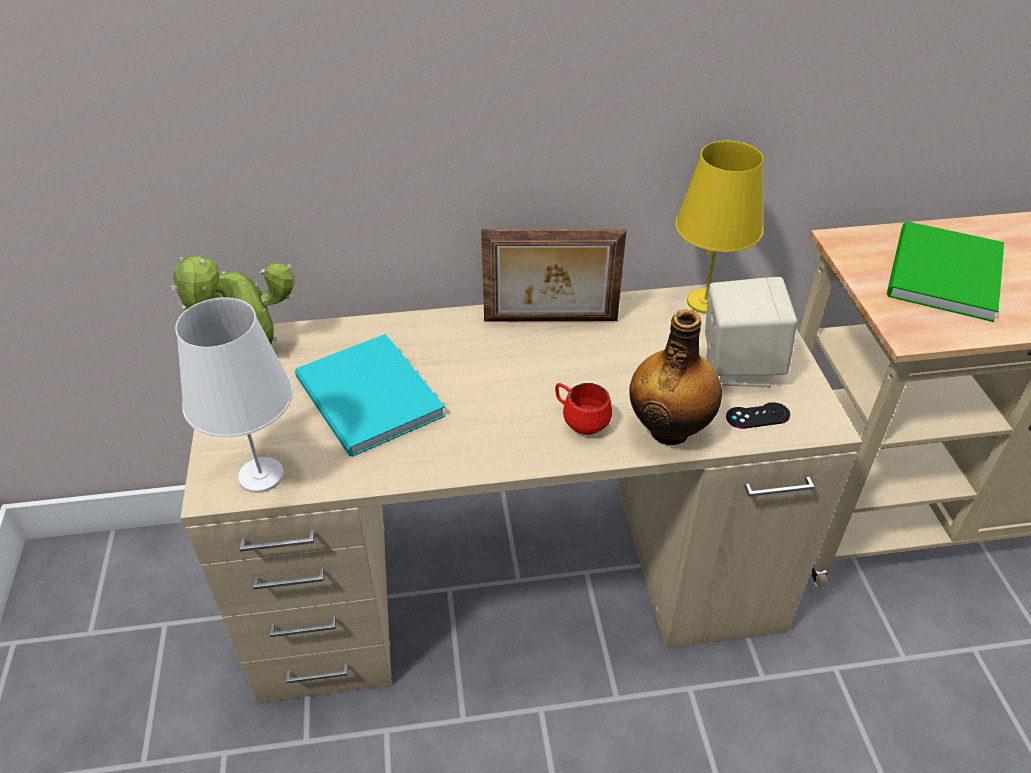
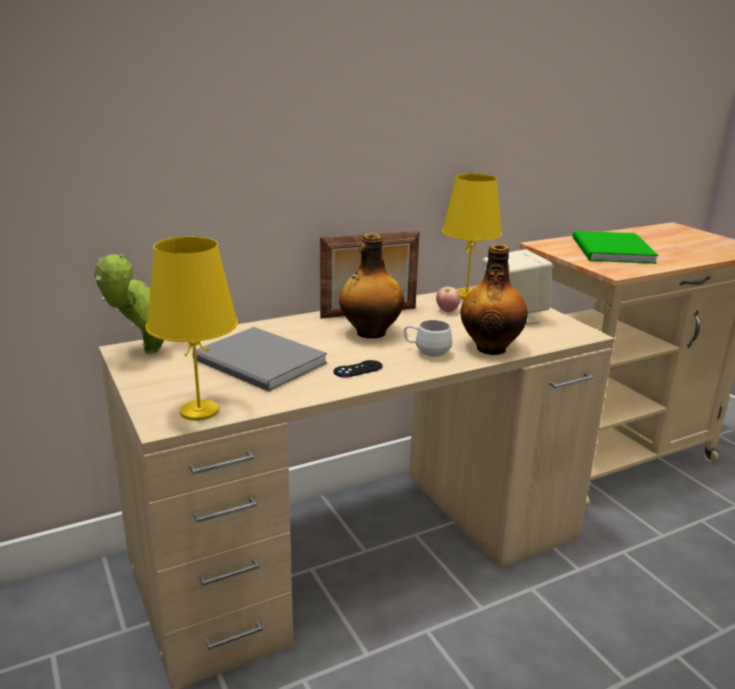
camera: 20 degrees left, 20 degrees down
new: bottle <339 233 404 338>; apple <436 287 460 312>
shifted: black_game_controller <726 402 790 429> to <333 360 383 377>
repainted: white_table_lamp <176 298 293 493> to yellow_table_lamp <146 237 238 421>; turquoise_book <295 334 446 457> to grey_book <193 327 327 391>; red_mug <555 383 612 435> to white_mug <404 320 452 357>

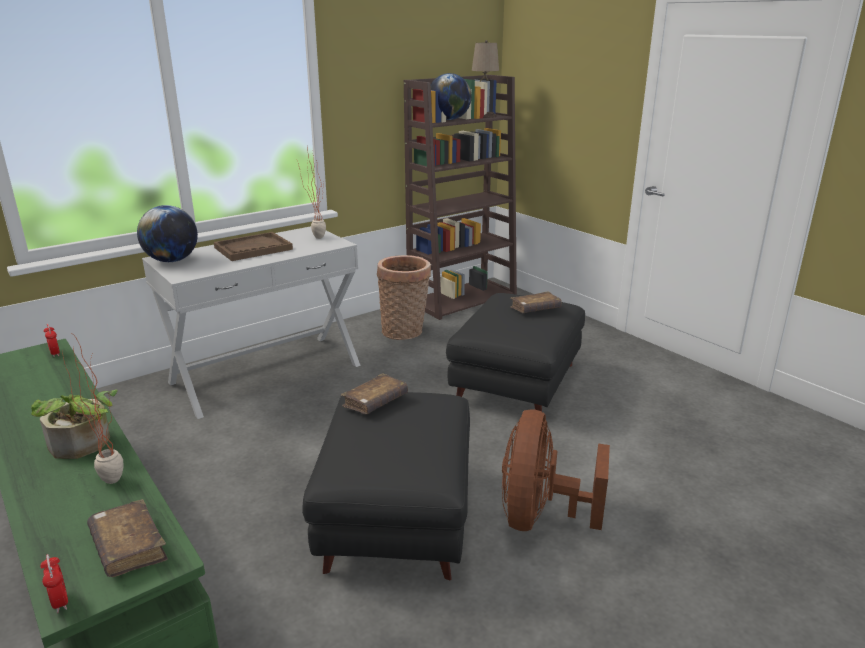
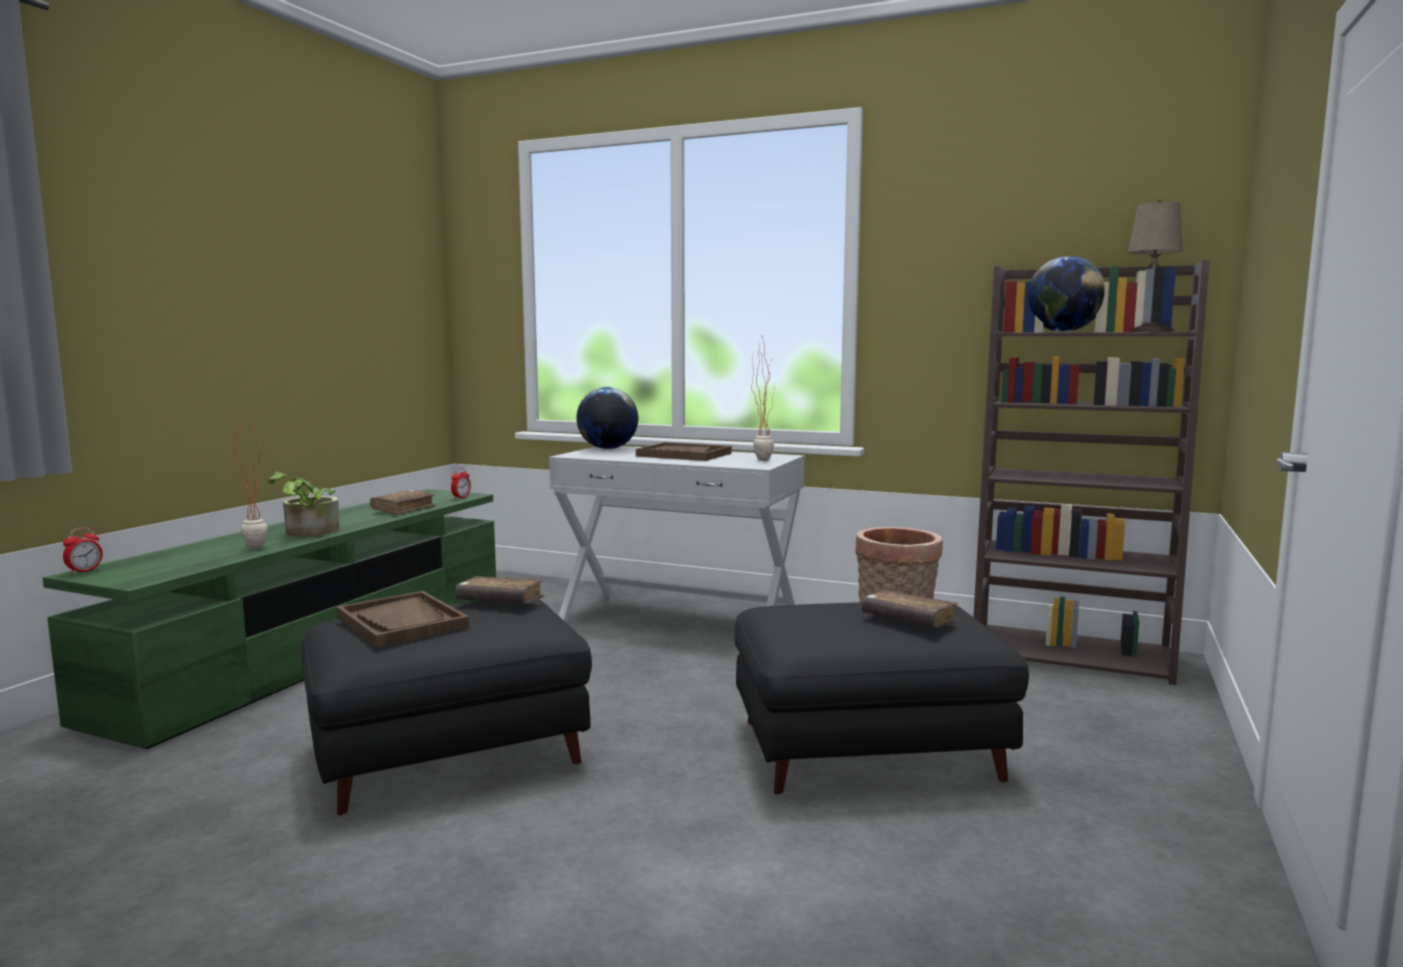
camera: 60 degrees right, 15 degrees down
gone: brown_fan <502 410 610 531>
new: brown_tray <336 591 469 647>
shifted: brown_book <87 499 168 577> to <370 490 435 515>

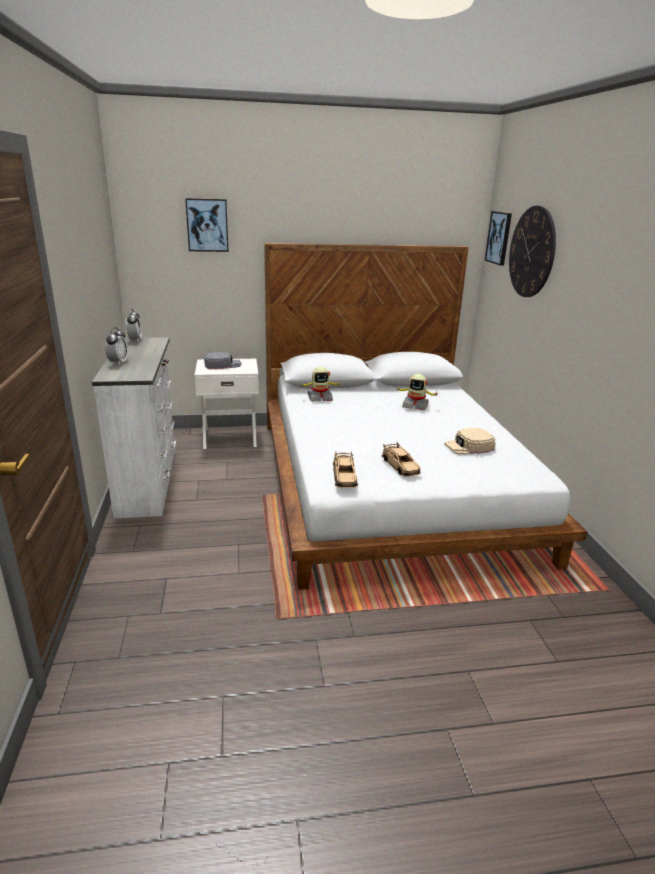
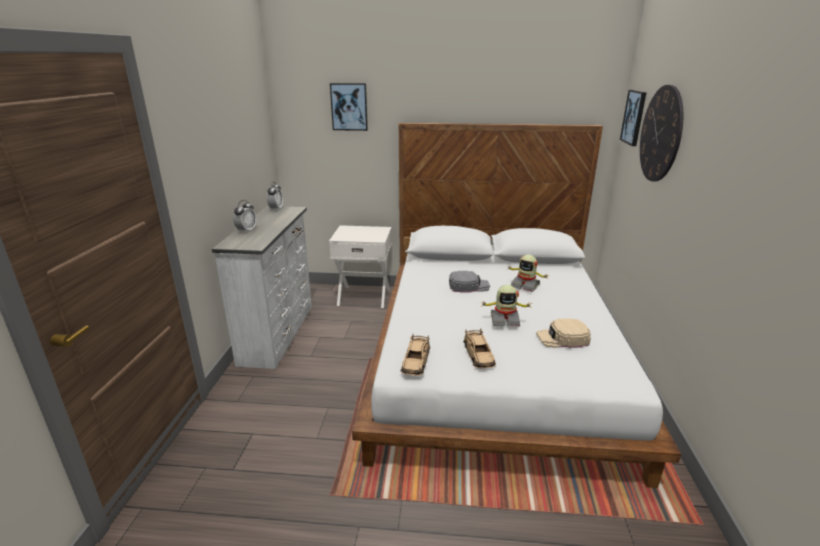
camera: 15 degrees right, 0 degrees up
shifted: grey_cap <204 352 242 369> to <449 271 490 293>; toy_robot <301 367 340 402> to <480 285 532 327>

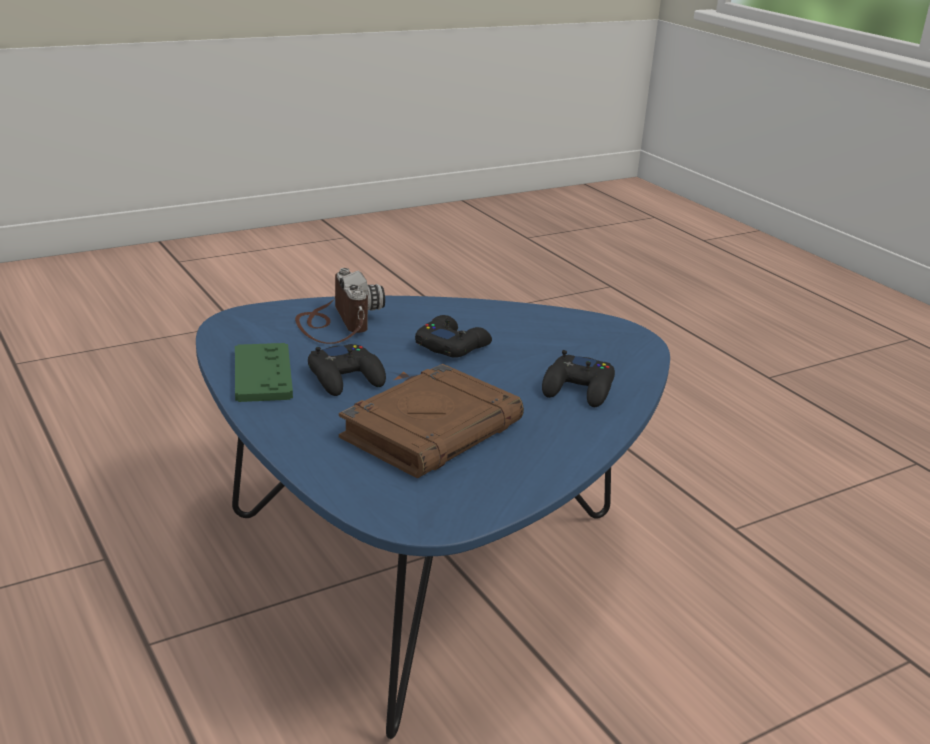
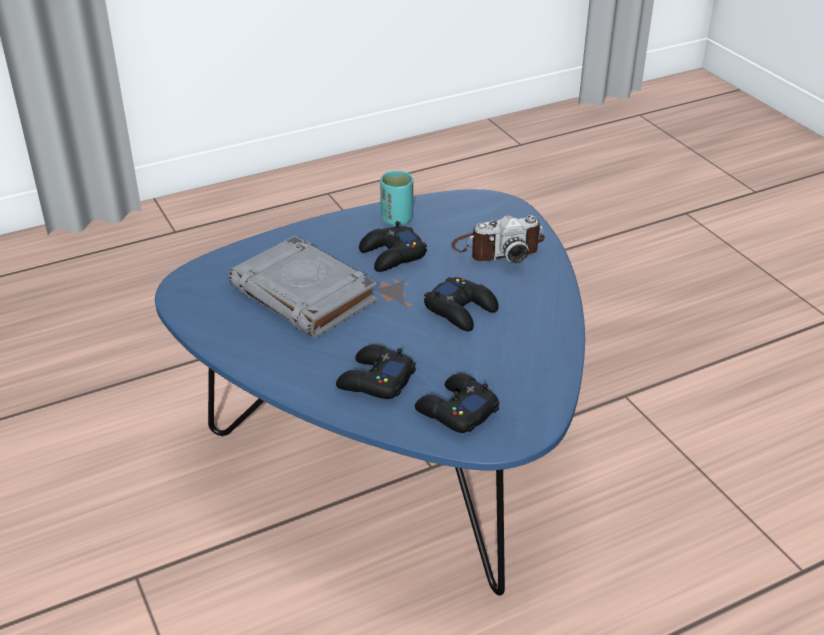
camera: 95 degrees right, 10 degrees up
new: black_game_controller <415 373 499 433>
swapped: green_game_controller <235 343 293 402> to turquoise_cup <380 171 413 226>
repainted: brown_book <339 364 524 478> to grey_book <229 236 377 338>

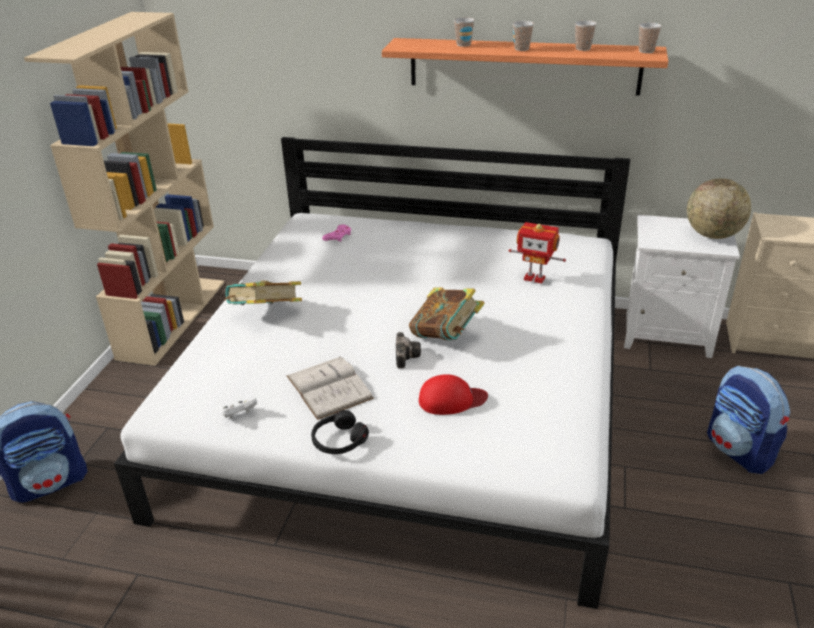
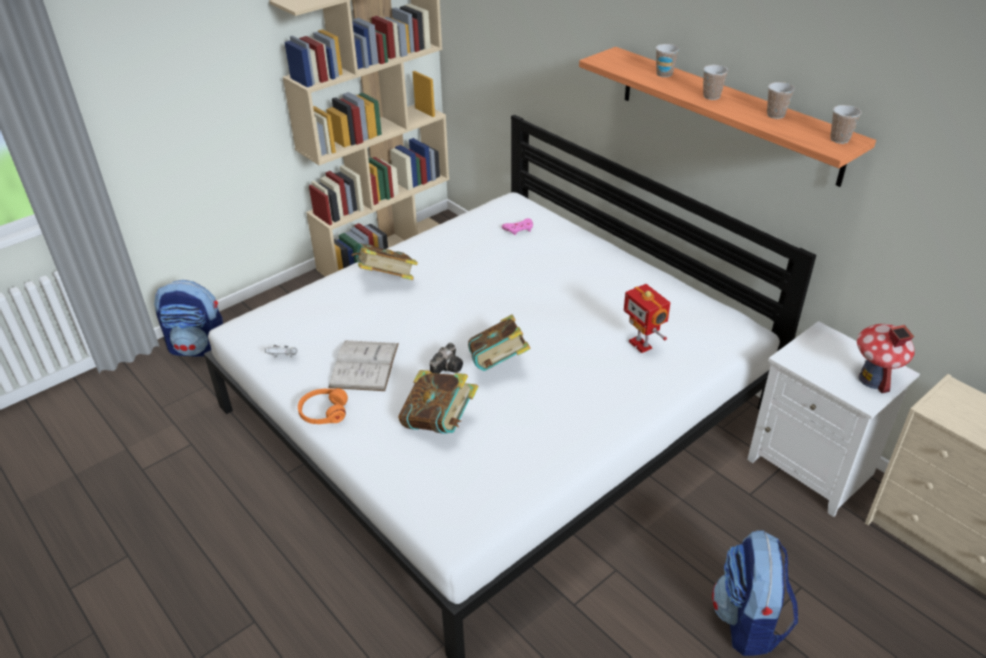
camera: 35 degrees right, 5 degrees up
swapped: red_cap <419 374 488 415> to book <398 370 479 434>; globe <687 178 751 239> to toy_house <857 324 915 393>
repainted: black_headphones <311 410 369 454> to orange_headphones <298 388 348 424>

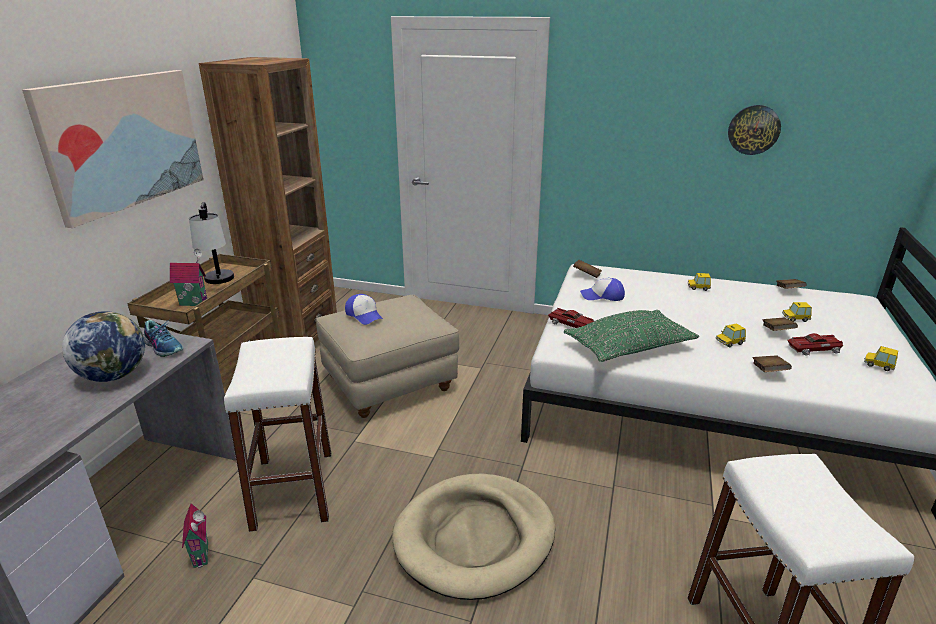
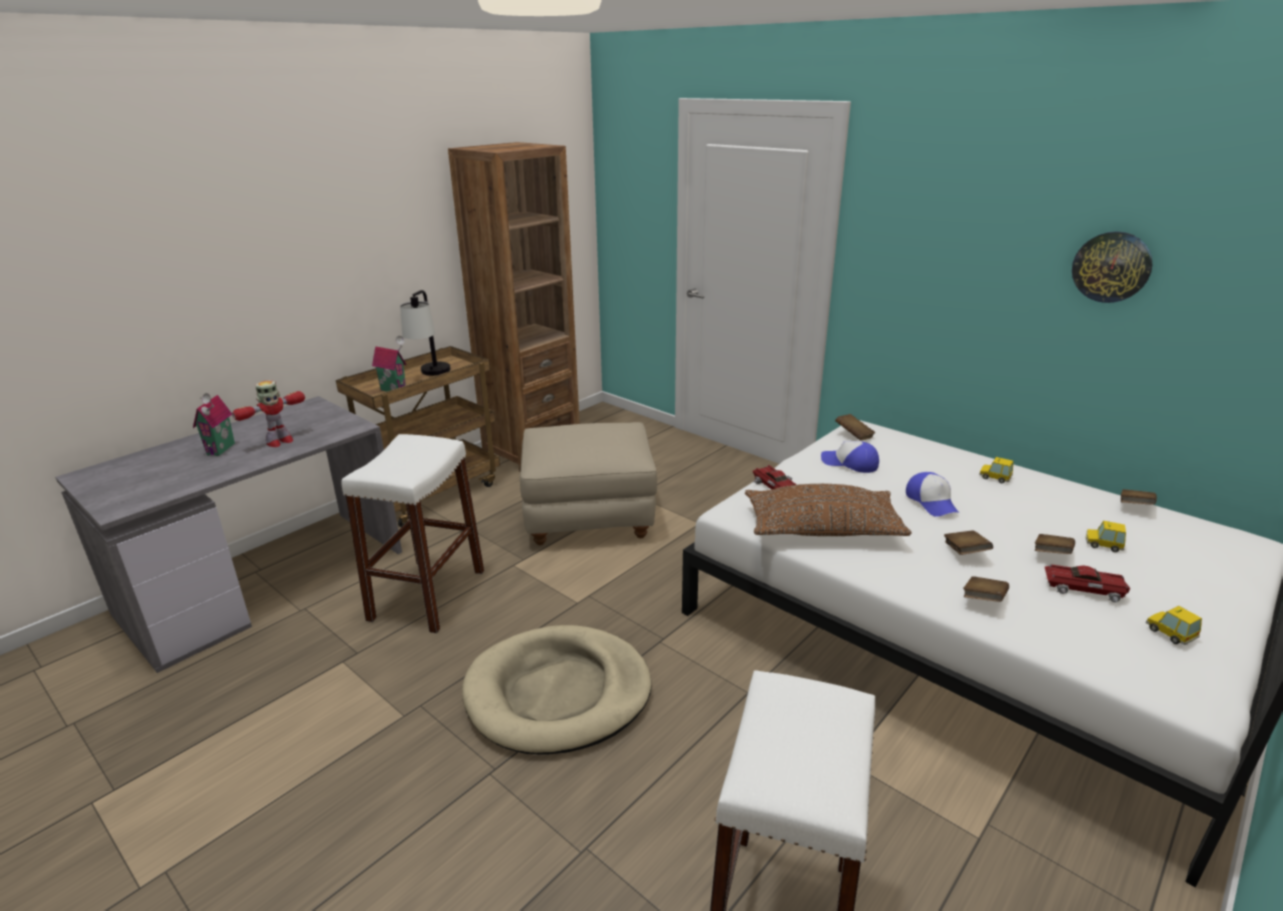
camera: 25 degrees right, 0 degrees up
gone: picture <22 70 204 228>; shoe <144 319 183 357>
shifted: toy_house <182 503 208 568> to <193 393 235 457>; cap <345 294 383 325> to <906 472 959 517>
swapped: globe <62 311 145 382> to toy_robot <232 380 305 447>; toy_car <715 323 746 347> to brown_book <944 530 993 555>
repainted: green_pillow <564 310 699 362> to brown_pillow <745 484 912 536>

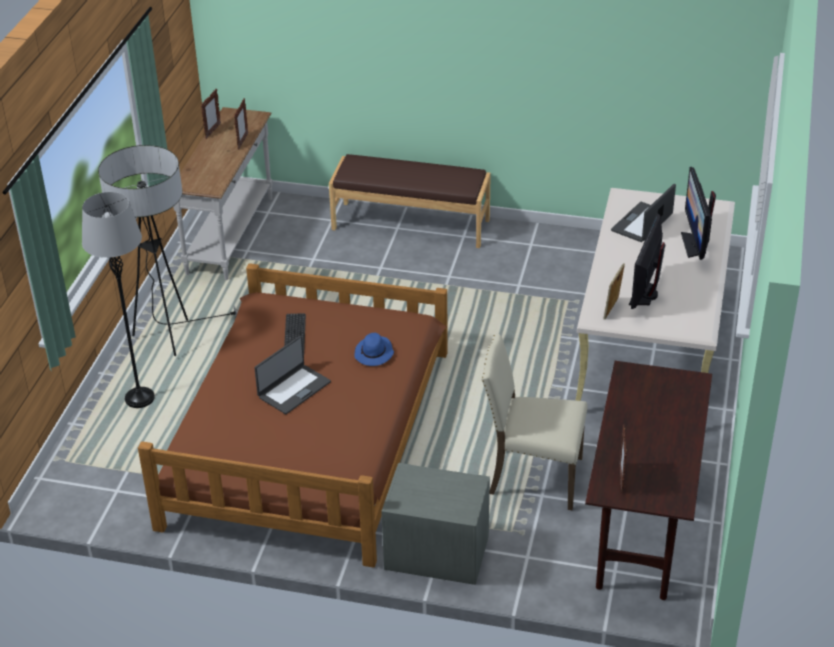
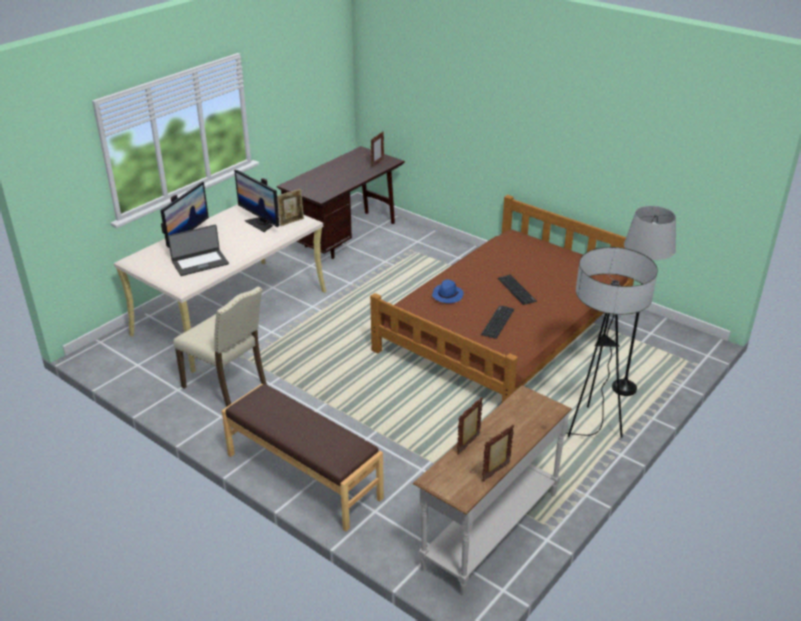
camera: 155 degrees left, 5 degrees down
gone: grey_nightstand <381 463 490 585>
shifted: beige_chair <481 334 588 510> to <173 287 267 407>
swapped: laptop <254 336 331 414> to keyboard <498 275 537 305>
rotated: monitor <629 213 665 309> = <234 170 279 232> 90 degrees clockwise

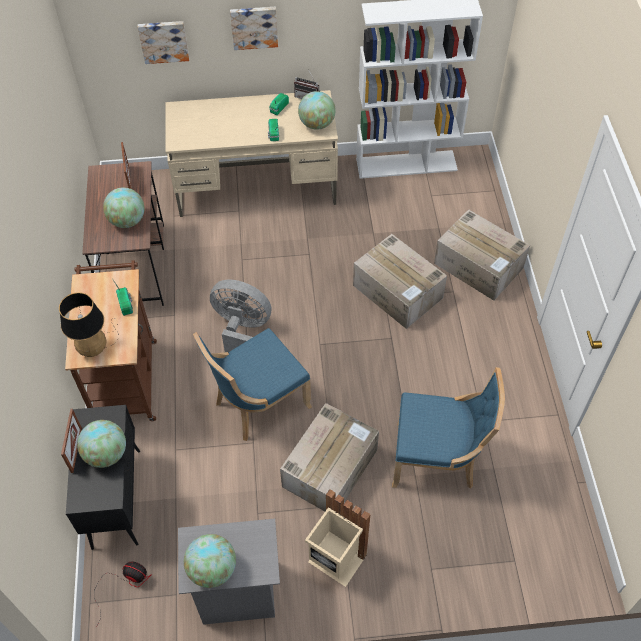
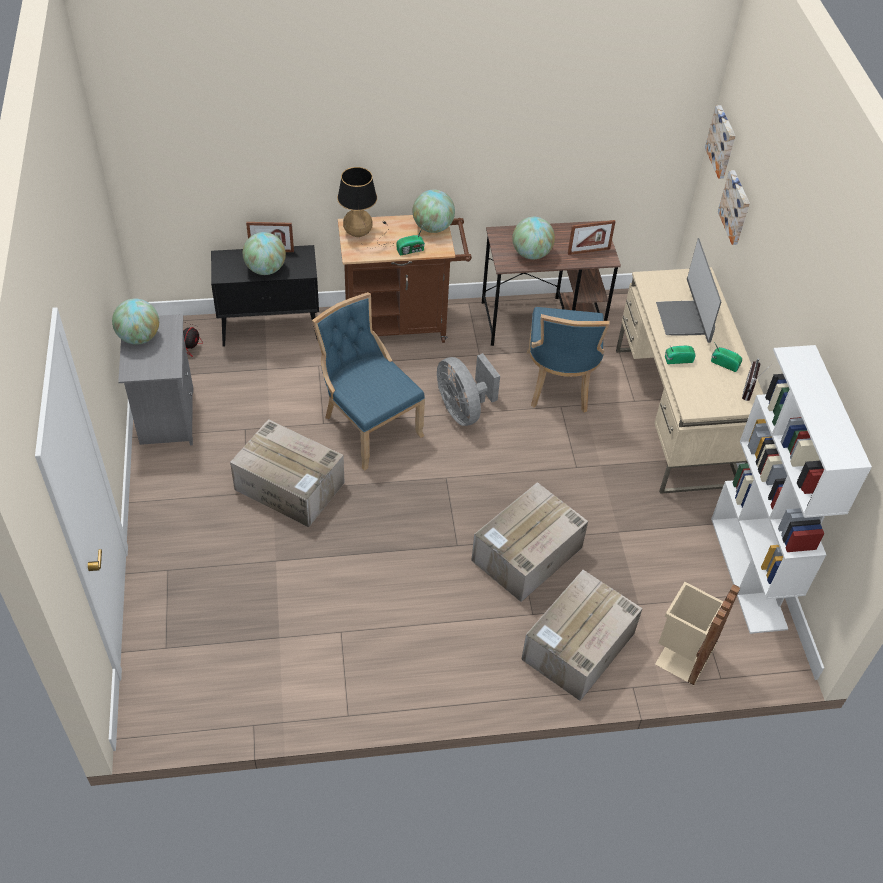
camera: 85 degrees right, 5 degrees down
new: monitor <656 238 722 343>
shifted: globe <298 91 336 130> to <412 189 455 233>; blue_chair <392 367 505 489> to <527 307 610 412>; beige_trash_can <305 489 370 587> to <655 582 740 685>; picture <230 7 278 50> to <705 105 735 179>
rotated: grey_fan <210 280 272 353> = <437 353 500 426> 135 degrees clockwise

